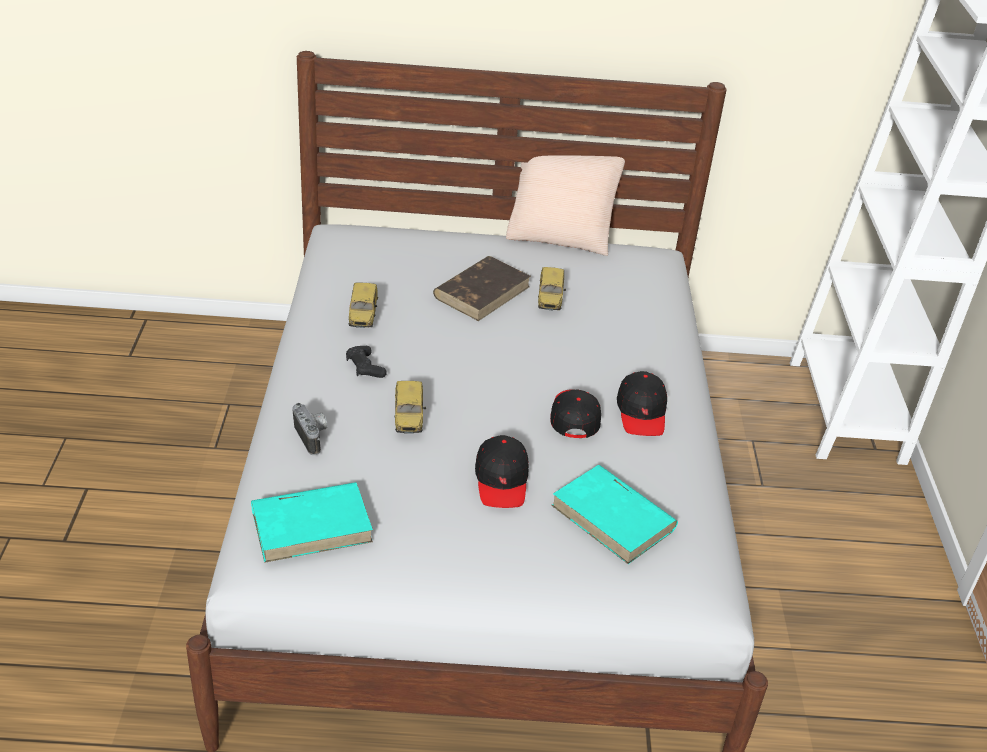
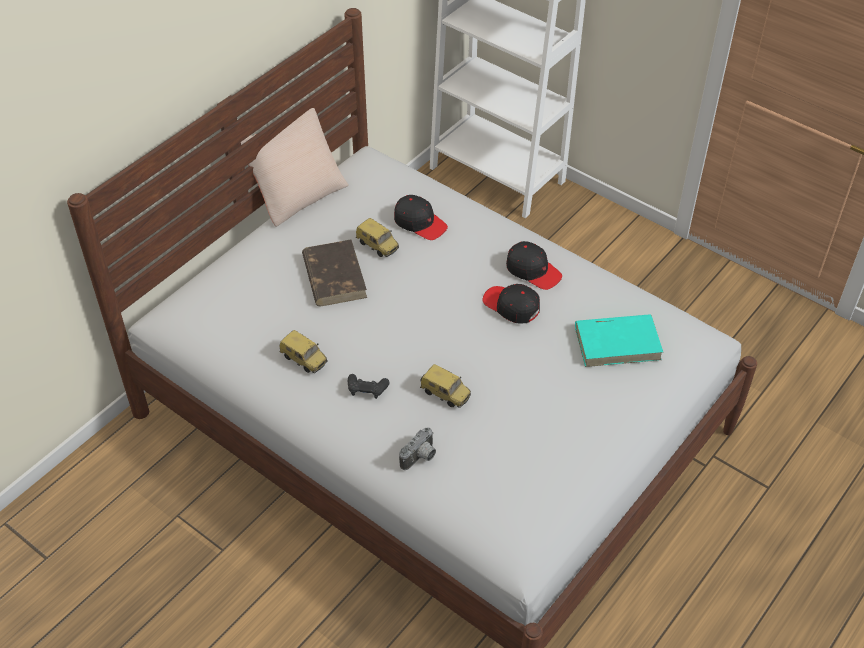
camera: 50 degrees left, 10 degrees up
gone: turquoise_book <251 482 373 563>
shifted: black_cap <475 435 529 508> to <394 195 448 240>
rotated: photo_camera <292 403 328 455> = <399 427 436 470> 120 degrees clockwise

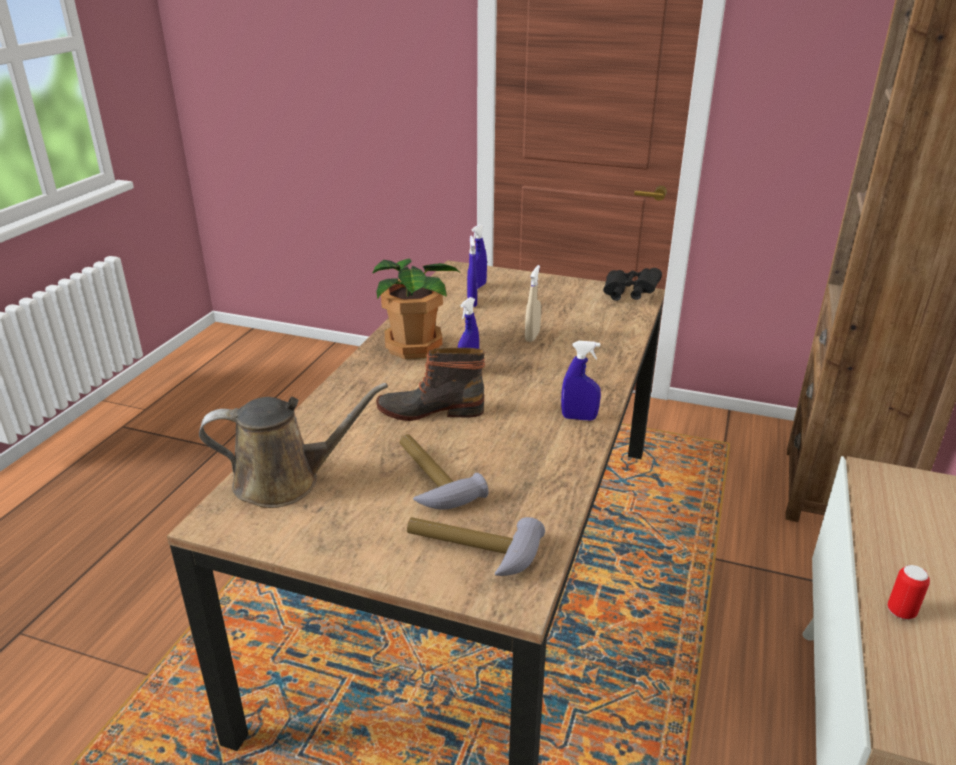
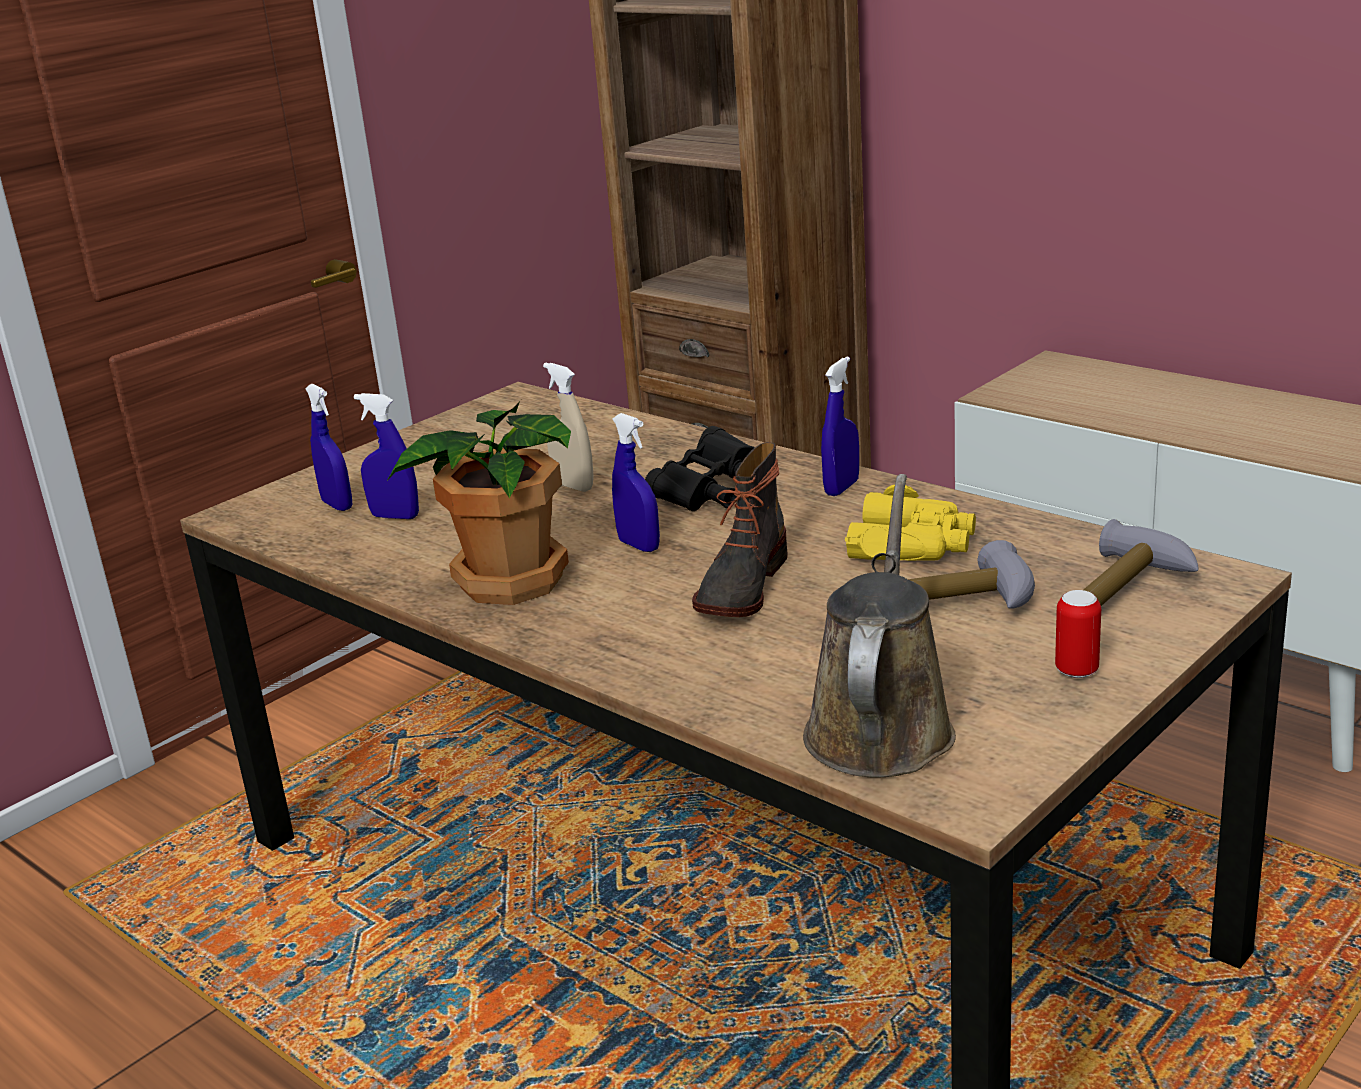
camera: 65 degrees left, 5 degrees down
new: yellow_binoculars <845 485 976 561>
shifted: black_binoculars <603 268 662 301> to <645 426 755 511>; can <888 565 930 620> to <1055 590 1101 678>

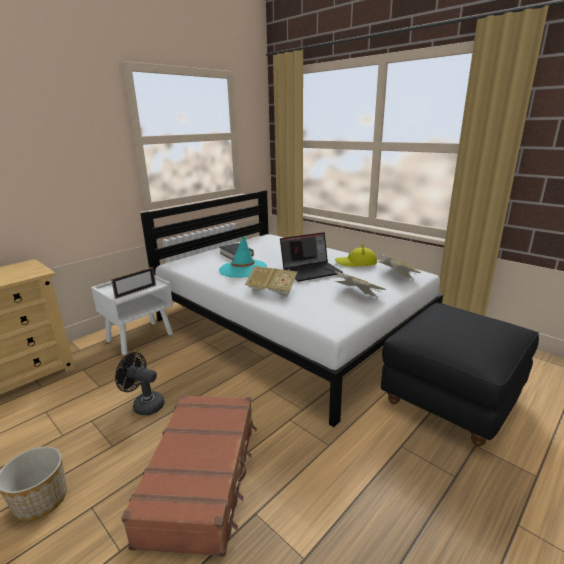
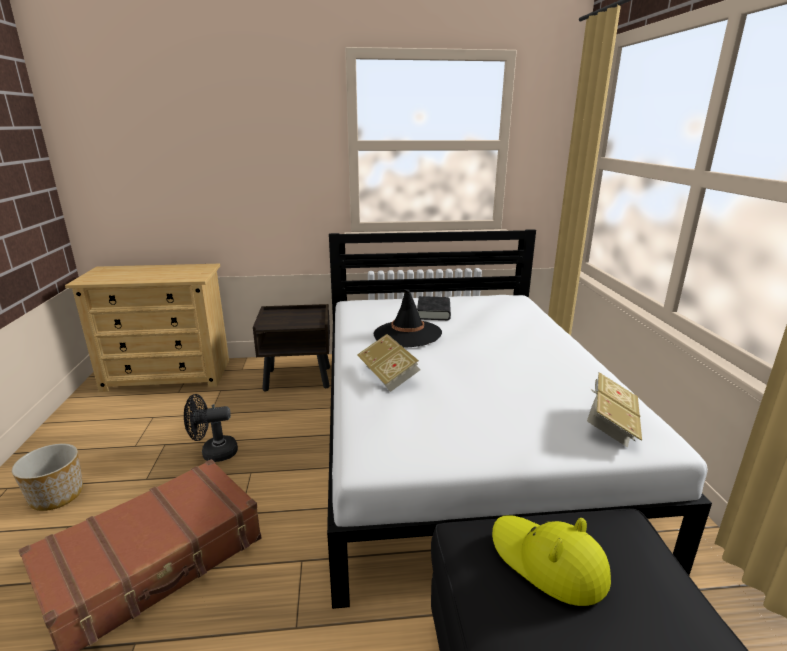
camera: 40 degrees right, 0 degrees up
gone: picture_frame <111 267 156 299>; laptop <280 232 343 282>; book <334 270 387 298>
shifted: yellow_hat <335 243 377 267> to <492 515 611 606>
repainted: white_nightstand <91 275 173 355> to brown_nightstand <253 304 330 391>; turquoise_hat <219 236 267 278> to black_hat <374 289 442 347>
rotated: black_fan <115 352 165 416> = <184 394 238 462> 75 degrees counterclockwise

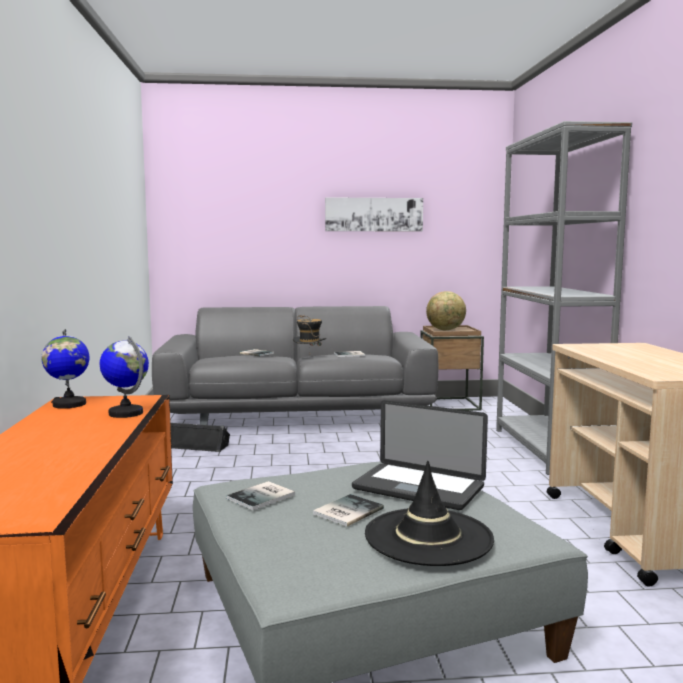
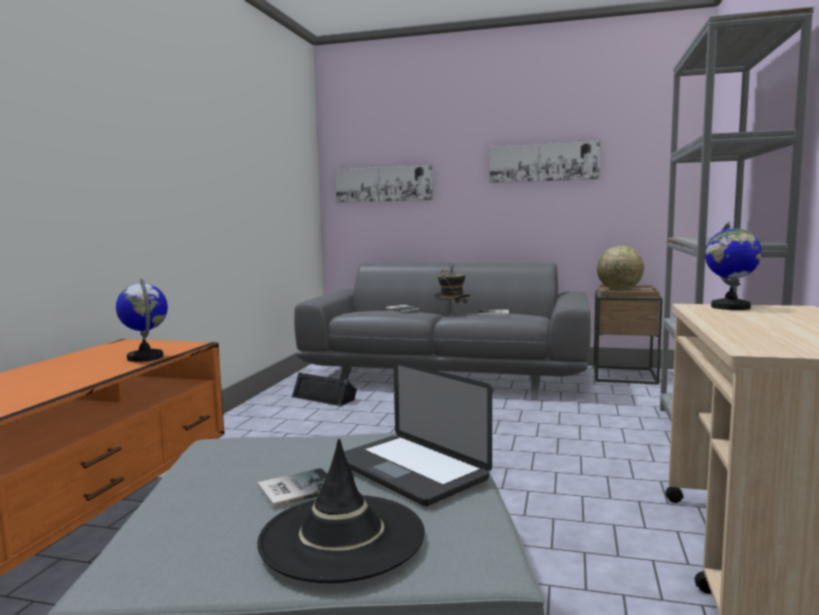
camera: 20 degrees right, 0 degrees up
gone: book <226 481 295 510>
new: picture <335 165 433 203>
shifted: globe <41 329 90 408> to <705 222 762 310>

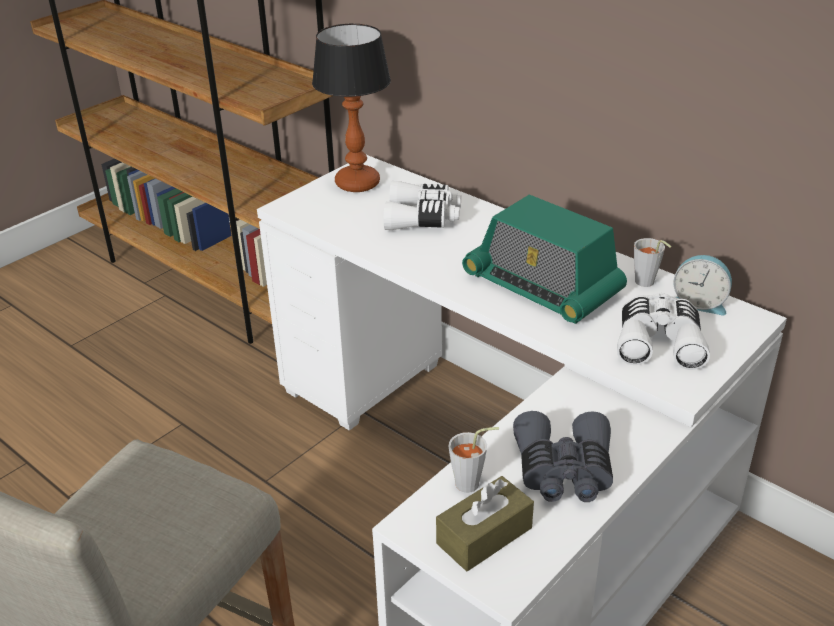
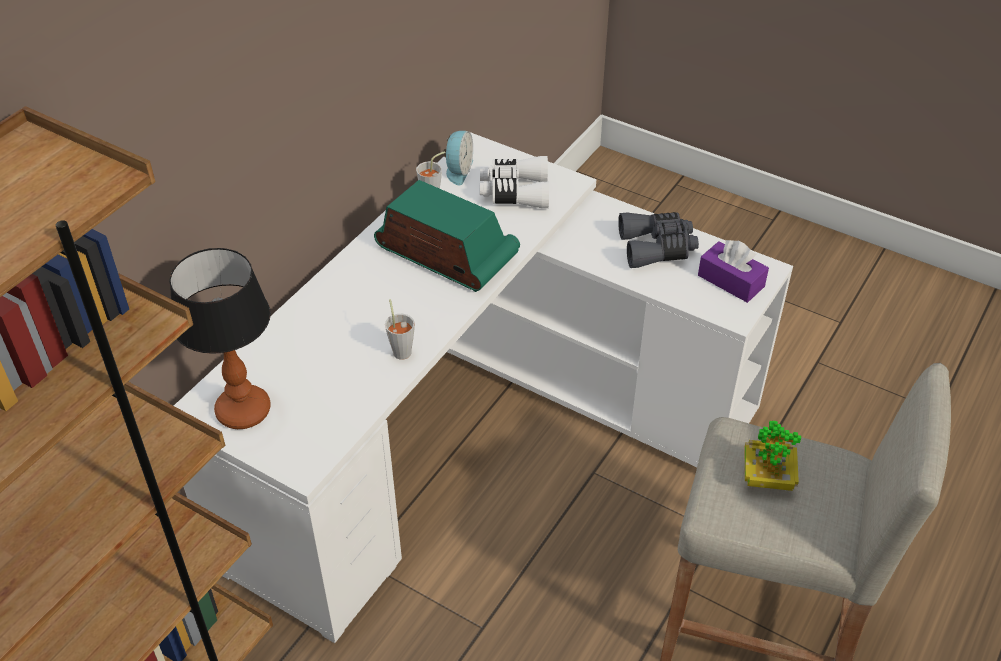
camera: 100 degrees left, 10 degrees up
gone: white_binoculars <384 181 461 230>
new: potted_plant <745 421 801 491>
shifted: grey_cup <449 427 499 493> to <385 299 415 360>
repainted: brown_tissue_box <436 476 534 571> to purple_tissue_box <698 240 769 303>
rotated: radio <462 195 627 324> = <374 180 520 292> 90 degrees counterclockwise

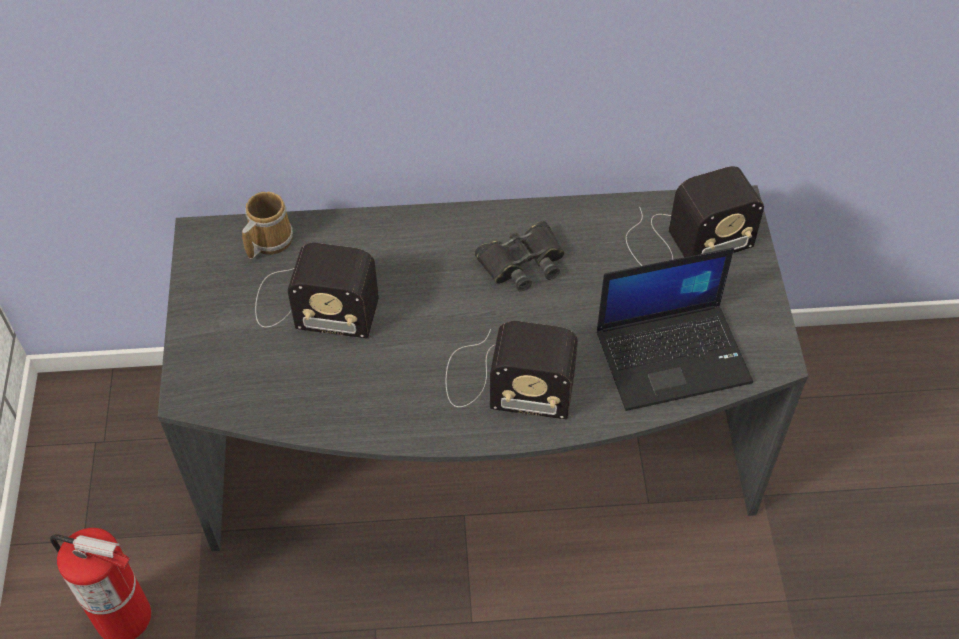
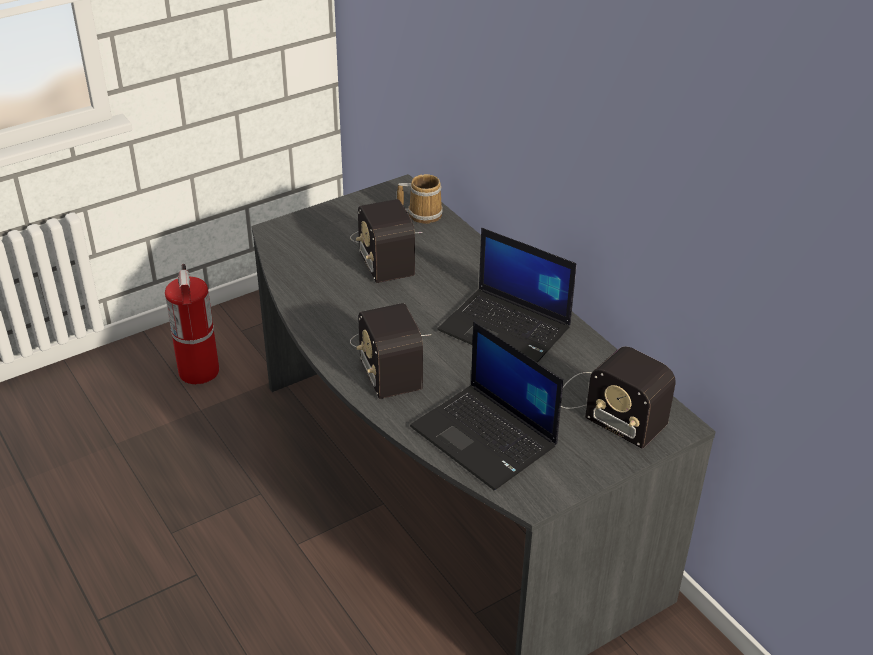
camera: 60 degrees right, 15 degrees down
swapped: black_binoculars <474 221 565 291> to laptop <437 228 577 363>

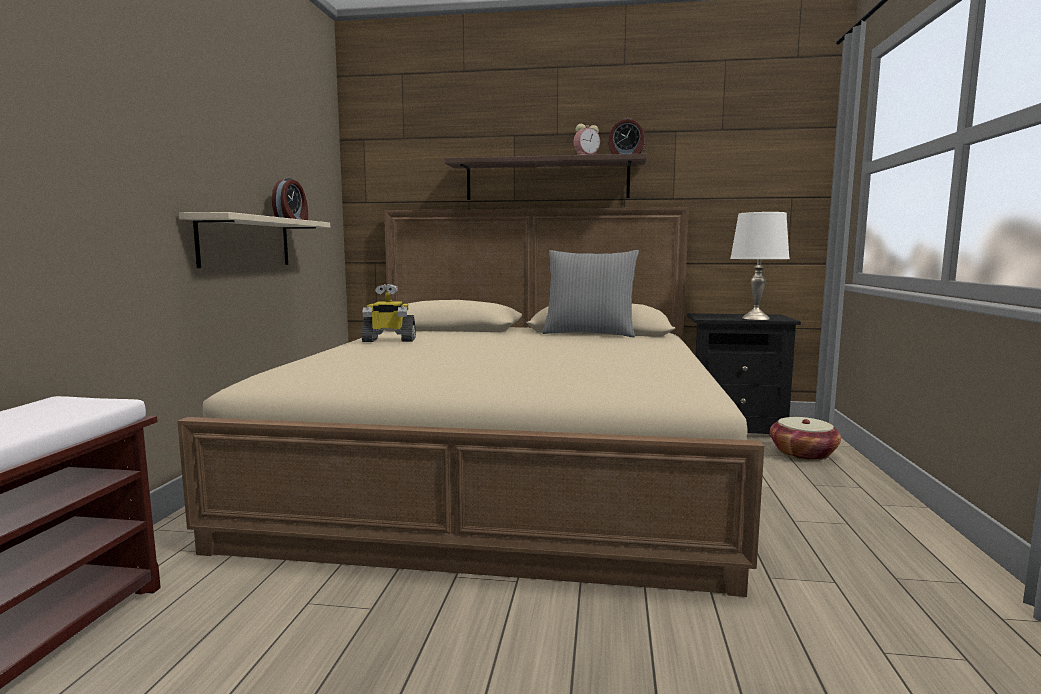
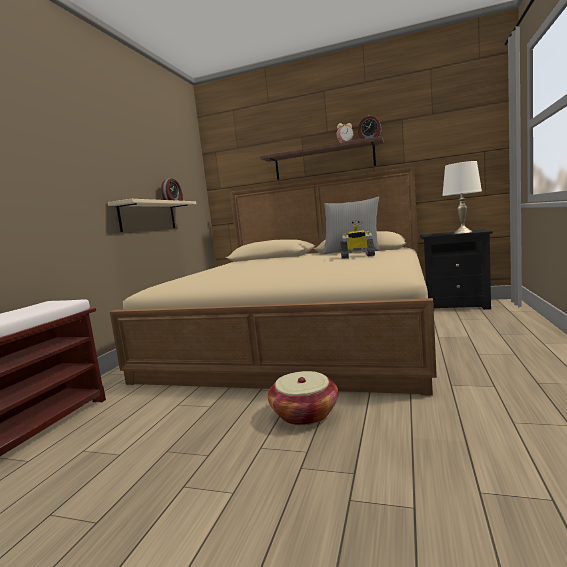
camera: 10 degrees right, 0 degrees up
shifted: basket <770 417 841 460> to <268 371 338 425>; toy_robot <361 284 416 342> to <340 219 375 259>

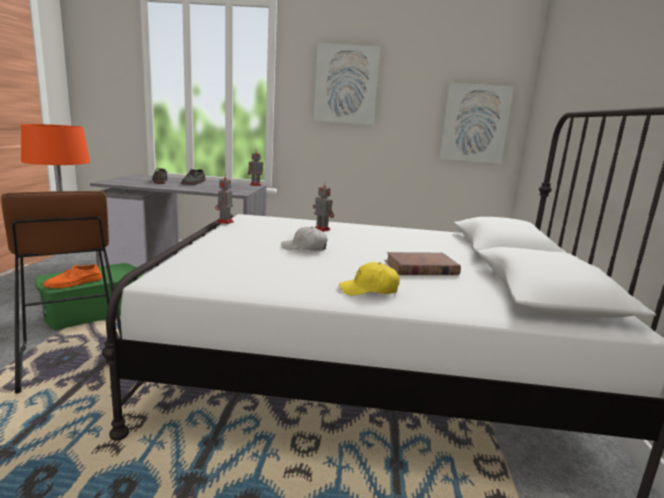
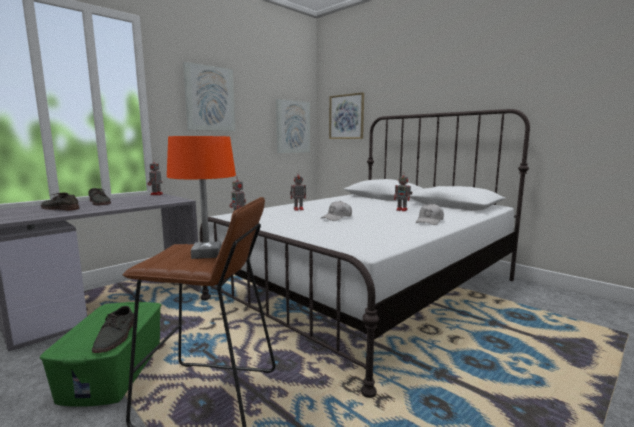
camera: 50 degrees left, 5 degrees down
new: picture <329 92 364 139>
swapped: brown_book <385 252 461 275> to toy_robot <394 173 412 211>
repainted: orange_shoe <43 264 102 289> to grey_shoe <92 306 134 353>; yellow_cap <339 262 400 296> to white_cap <415 203 444 225>

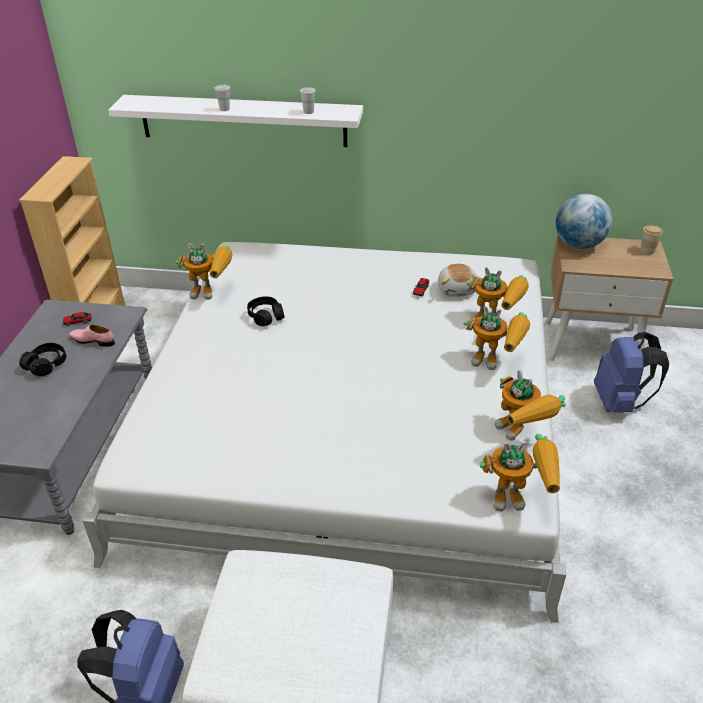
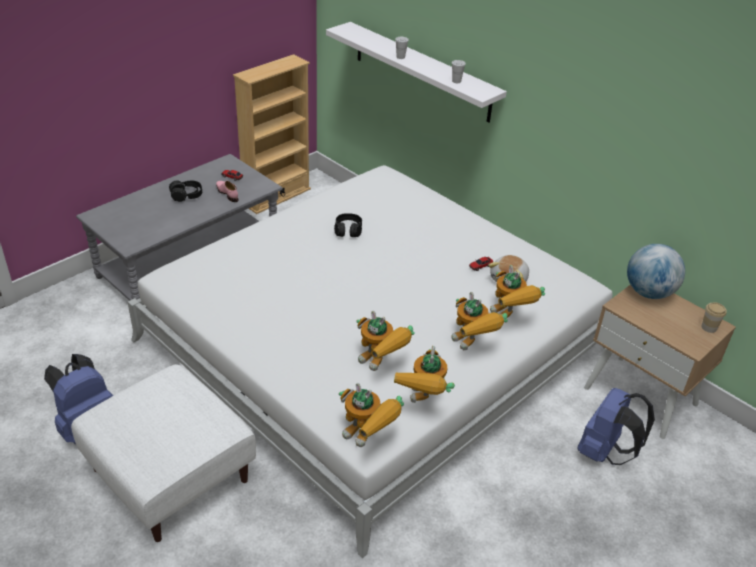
camera: 35 degrees right, 0 degrees up
shifted: toy_robot <175 243 233 300> to <356 311 415 371>

